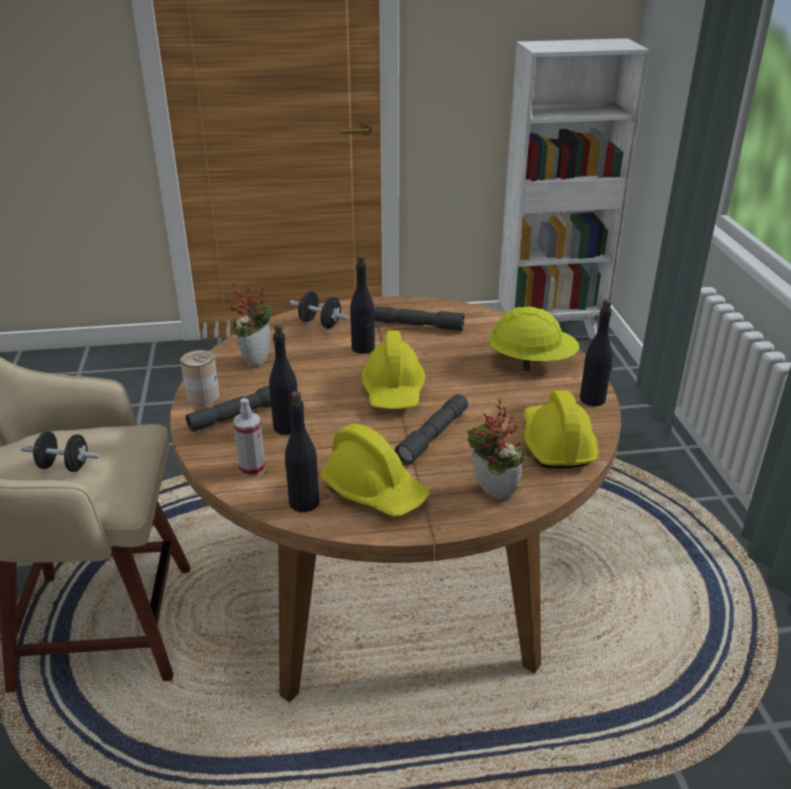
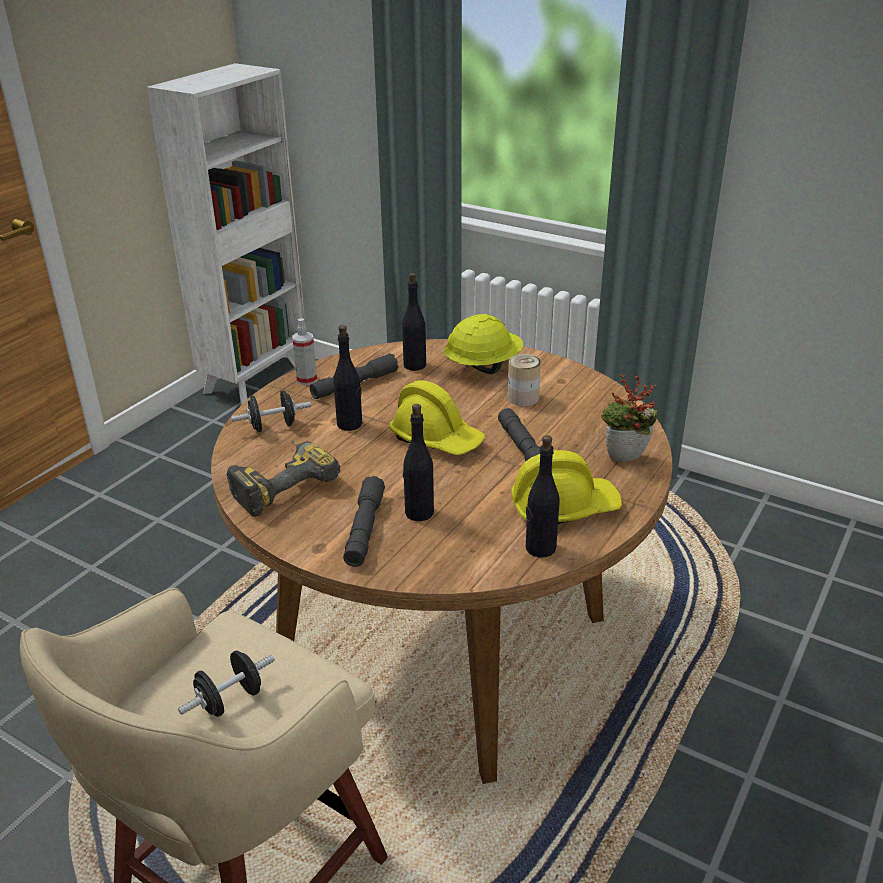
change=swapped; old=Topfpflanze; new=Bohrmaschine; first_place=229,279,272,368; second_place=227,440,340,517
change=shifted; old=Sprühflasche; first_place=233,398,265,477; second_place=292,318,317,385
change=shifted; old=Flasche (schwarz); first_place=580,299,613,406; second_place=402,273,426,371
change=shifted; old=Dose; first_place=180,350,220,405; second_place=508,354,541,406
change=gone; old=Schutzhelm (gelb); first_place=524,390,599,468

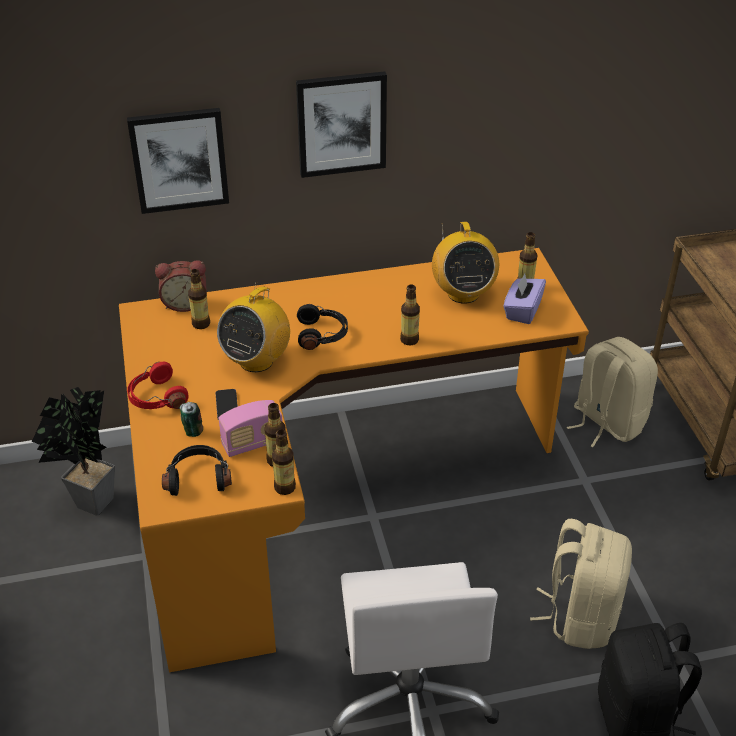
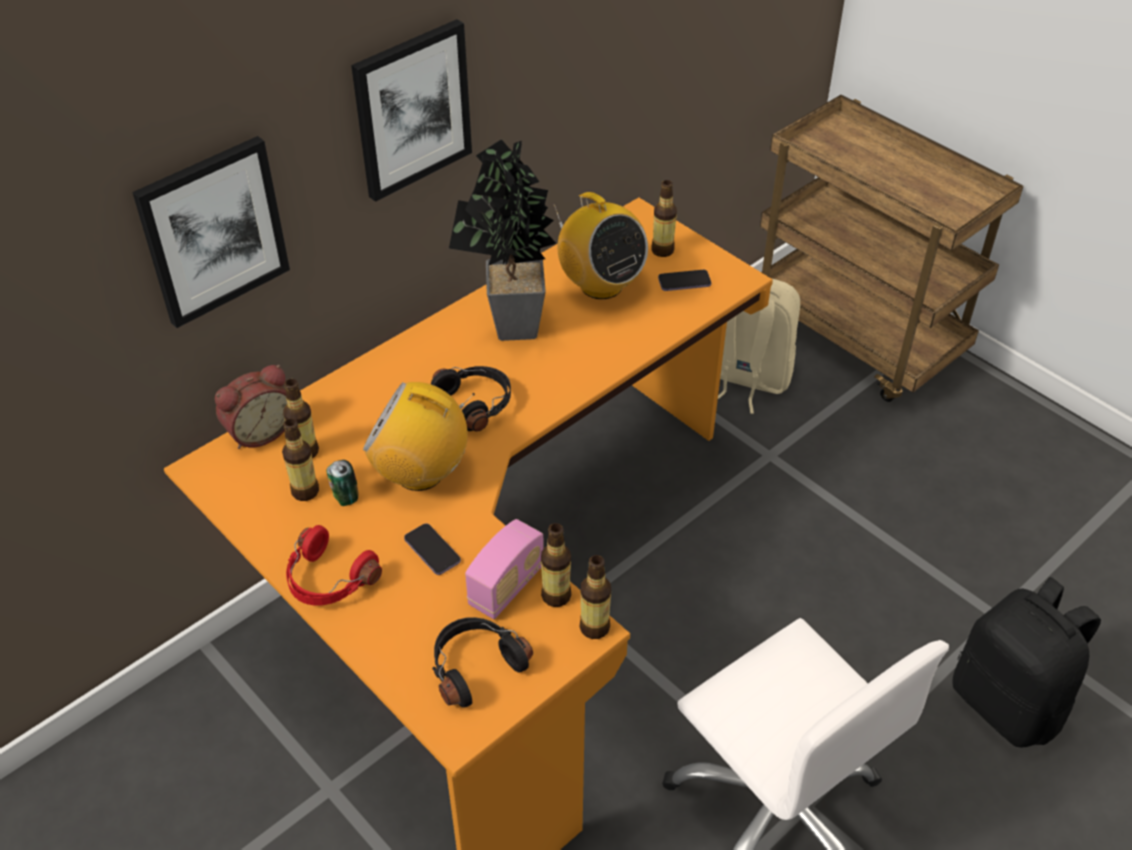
change=shifted; old=Flasche; first_place=400,285,420,345; second_place=282,419,319,501
change=shifted; old=Dose; first_place=180,402,203,437; second_place=326,460,359,506
change=rotated; old=Radio; first_place=217,282,290,372; second_place=363,382,475,491; degrees=105
change=shifted; old=Topfpflanze; first_place=32,387,115,516; second_place=449,140,557,341
change=swapped; old=Taschentuchbox (lila); new=Handy; first_place=503,274,546,324; second_place=658,270,711,291
change=gone; old=Rucksack (beige); first_place=530,519,632,649

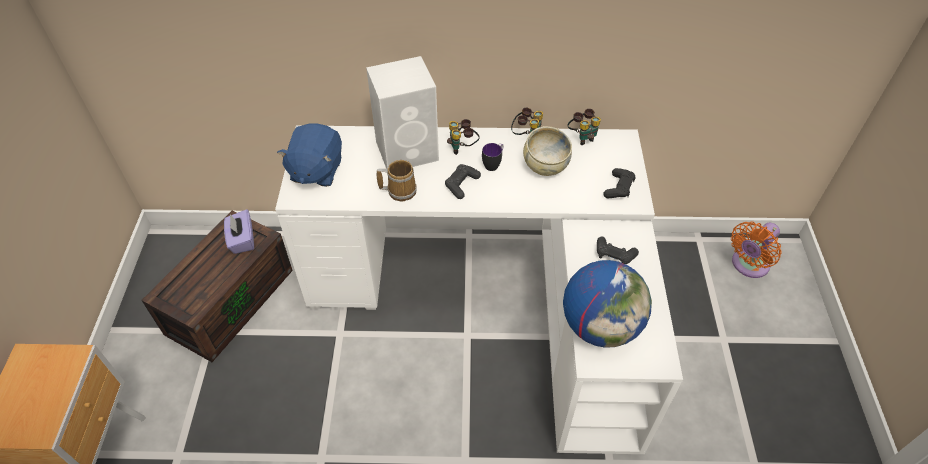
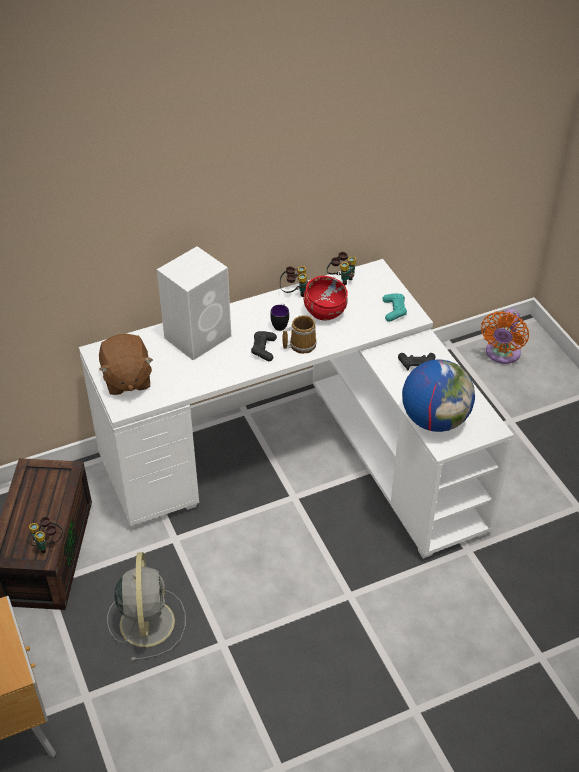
change=shifted; old=Fernglas; first_place=447,119,480,155; second_place=29,517,63,553
change=repainted; old=Plüschtier (blau); new=Plüschtier (braun); first_place=277,123,342,187; second_place=99,334,153,395
change=new; new=Ventilator (grau); second_place=107,552,186,661
change=shifted; old=Henkelbecher; first_place=377,160,417,202; second_place=283,315,317,354
change=repainted; old=Schüssel (beige); new=Schüssel (rot); first_place=523,126,572,176; second_place=304,276,348,321
change=repainted; old=Gamepad (schwarz); new=Gamepad (türkis); first_place=603,168,636,198; second_place=382,293,407,322
change=gone; old=Taschentuchbox (lila); first_place=224,209,254,254

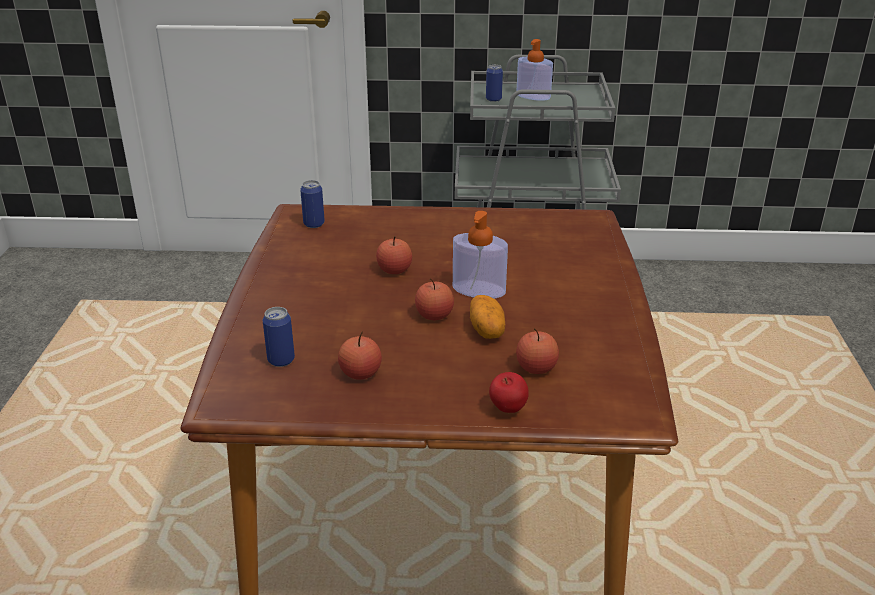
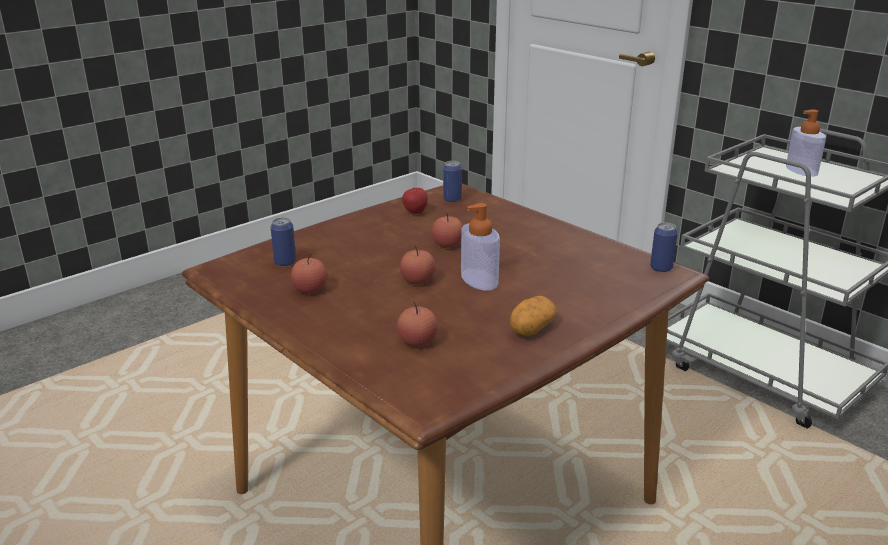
change=shifted; old=Apfel; first_place=489,372,529,413; second_place=402,188,428,214
change=shifted; old=Kartoffel; first_place=470,295,505,339; second_place=510,296,557,336
change=shifted; old=Dose; first_place=486,65,503,102; second_place=650,222,678,272

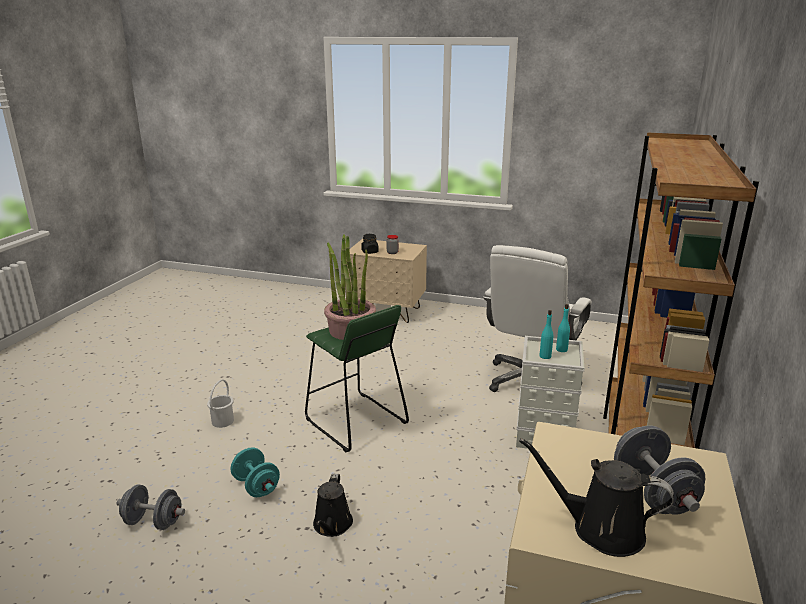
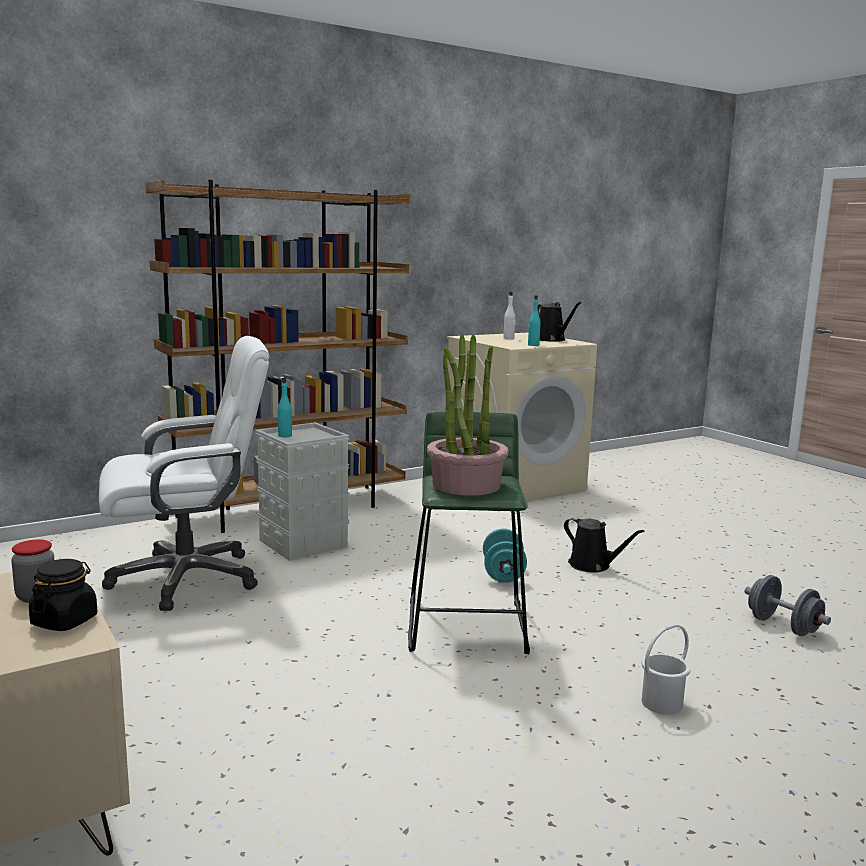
change=shifted; old=Hantel (türkis); first_place=231,447,280,497; second_place=483,529,527,583
change=swapped; old=Hantel (grau); new=Flasche (weiß); first_place=614,426,705,515; second_place=503,291,516,339
change=shifted; old=Flasche (türkis); first_place=539,310,554,359; second_place=528,295,541,346
change=rotated; old=Gießkanne (schwarz); first_place=313,473,353,537; second_place=564,517,644,572; degrees=90

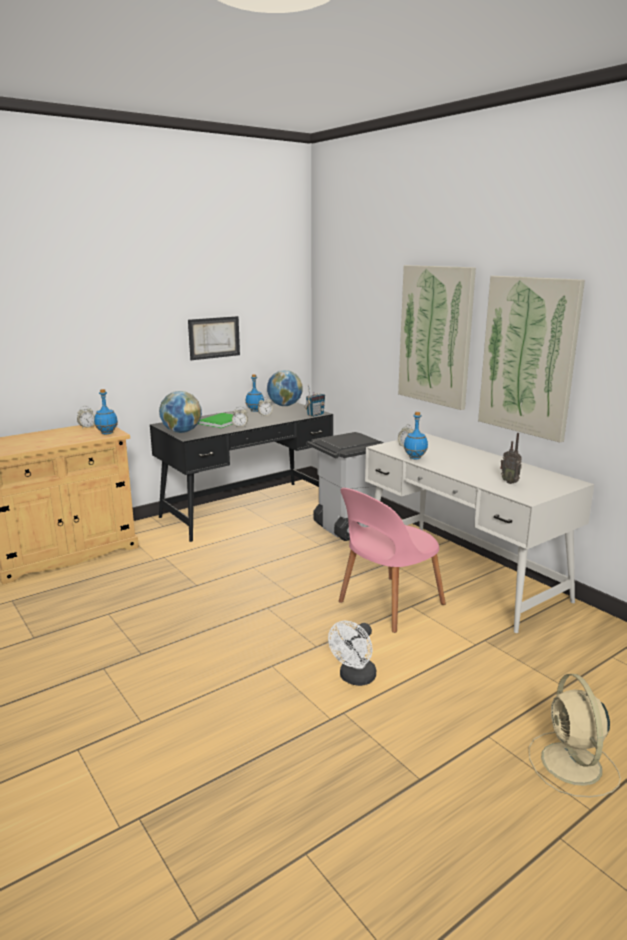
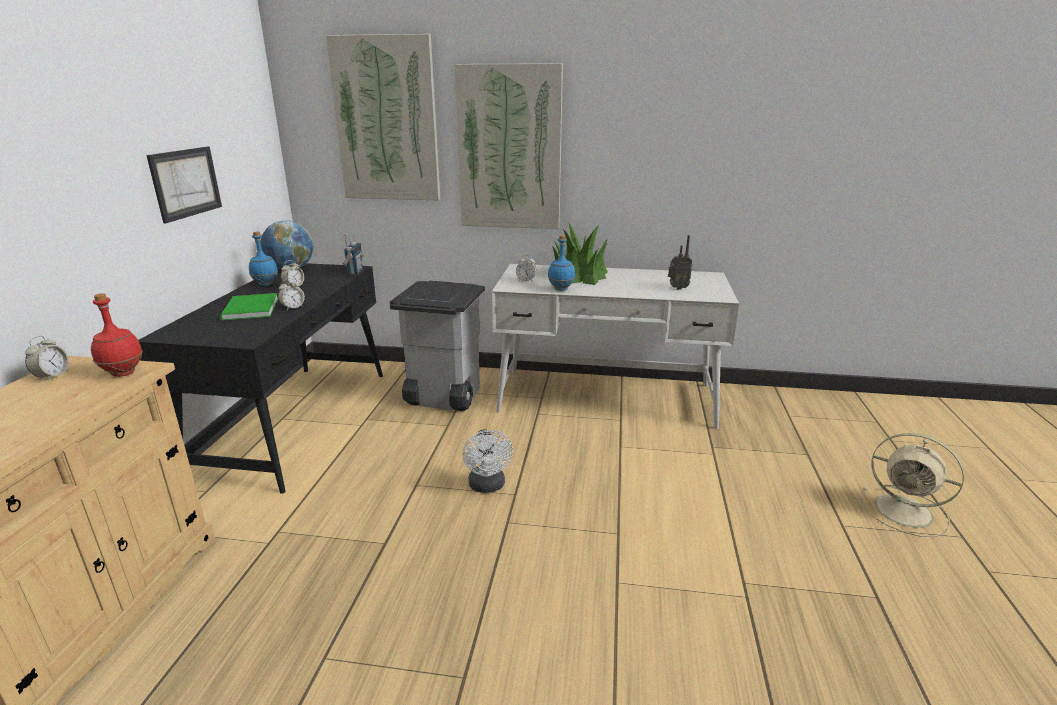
change=repainted; old=Flasche (blau); new=Flasche (rot); first_place=94,389,118,434; second_place=91,293,143,377
change=shifted; old=Bild; first_place=478,276,585,442; second_place=326,34,440,201
change=shifted; old=Ventilator (weiß); first_place=328,621,376,686; second_place=463,429,513,493
change=new; new=Topfpflanze; second_place=552,222,608,285
change=gone; old=Globus; first_place=159,391,202,433
change=gone; old=Stuhl (rosa); first_place=339,488,446,633

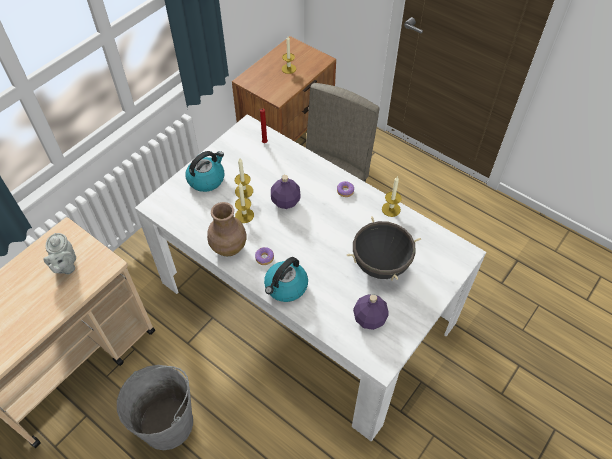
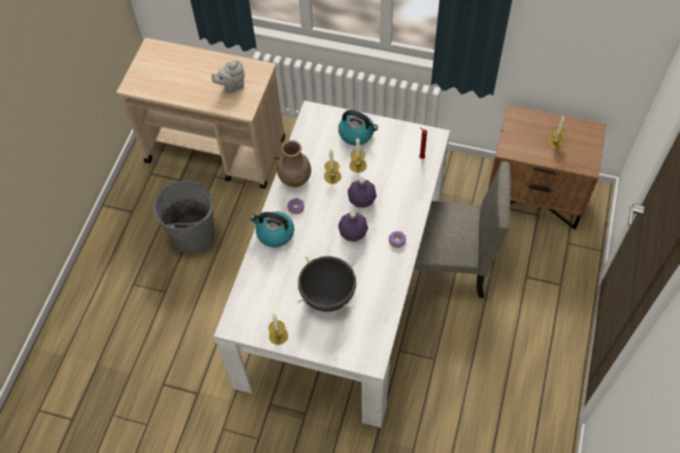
change=shifted; old=Kerze; first_place=382,177,402,217; second_place=268,314,288,345
change=shifted; old=Flasche (lila); first_place=353,294,389,330; second_place=338,211,368,241

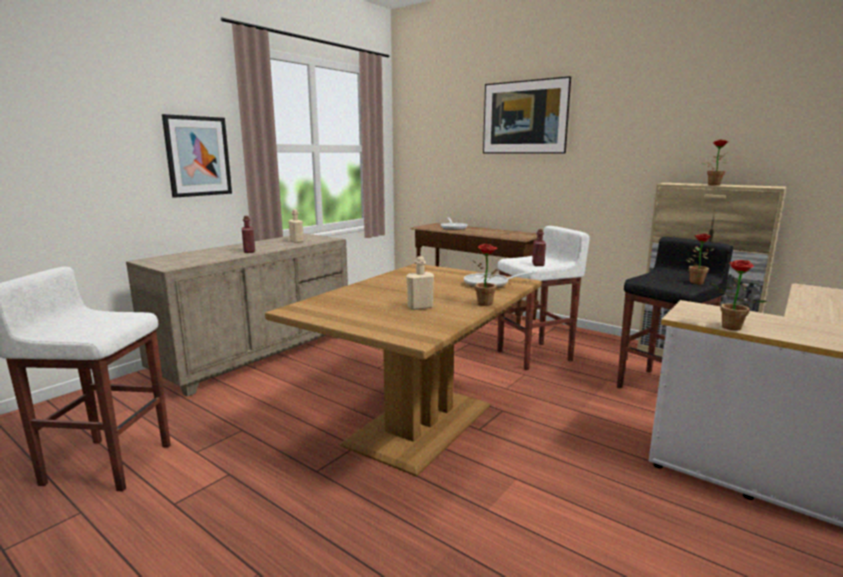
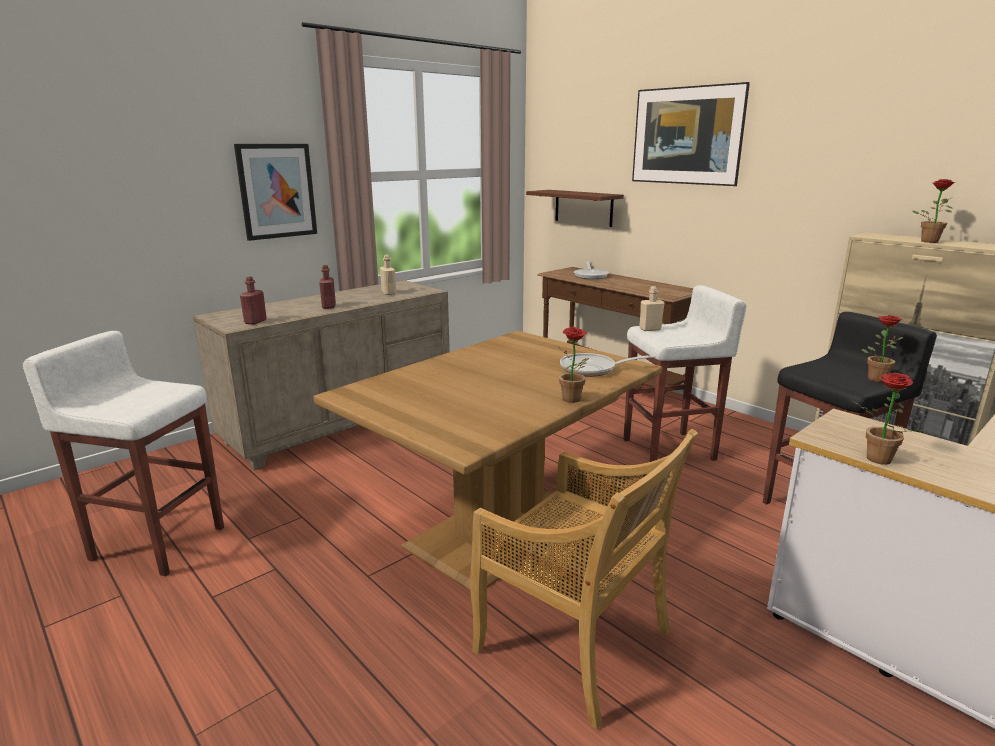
change=shifted; old=Flasche (rot); first_place=532,229,546,266; second_place=240,276,267,325
change=new; new=Stuhl (beige); second_place=470,429,698,730
change=new; new=Wandregal (braun); second_place=526,190,624,227
change=shifted; old=Flasche (beige); first_place=406,256,434,310; second_place=639,286,664,331

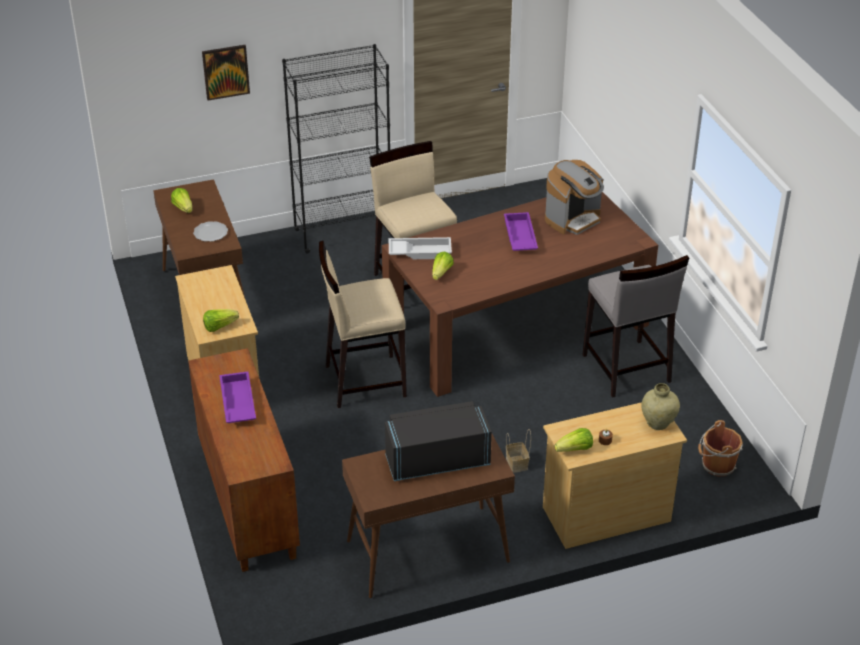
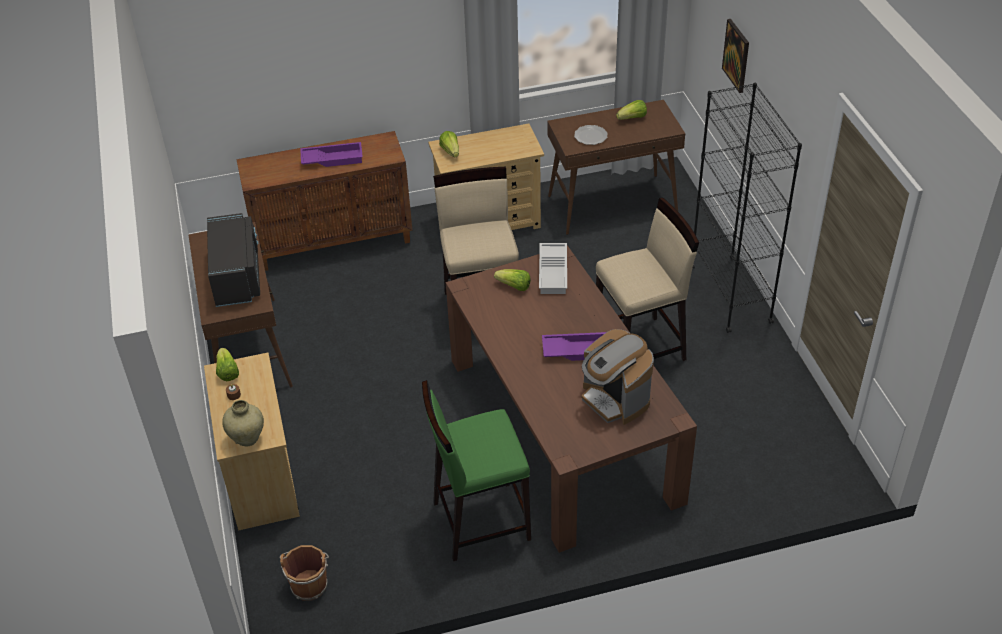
change=repainted; old=Hocker (grau); new=Hocker (grün); first_place=582,255,689,398; second_place=422,380,531,561
change=gone; old=Korb; first_place=506,429,531,473

